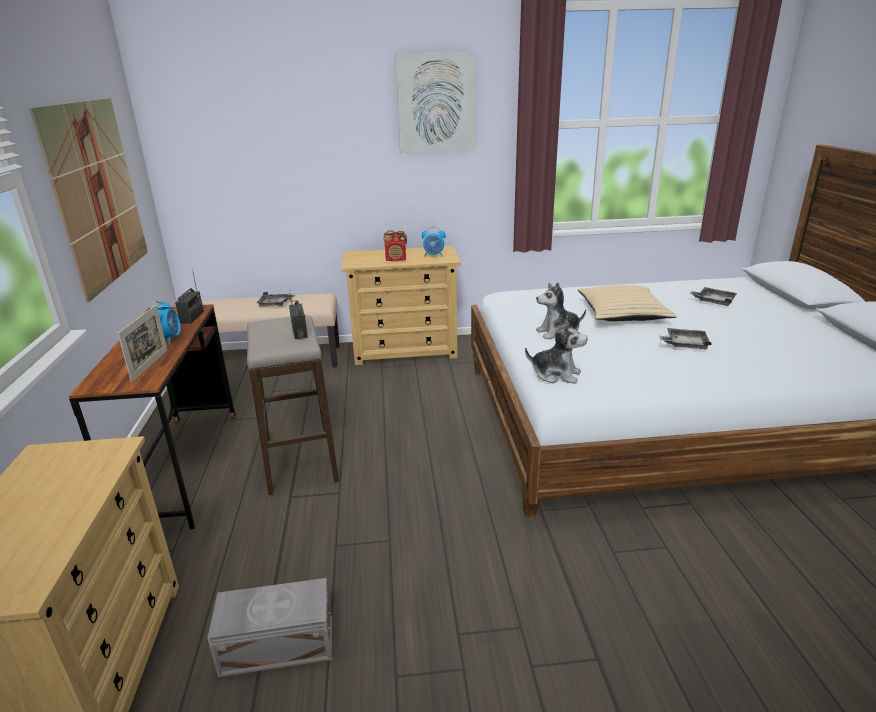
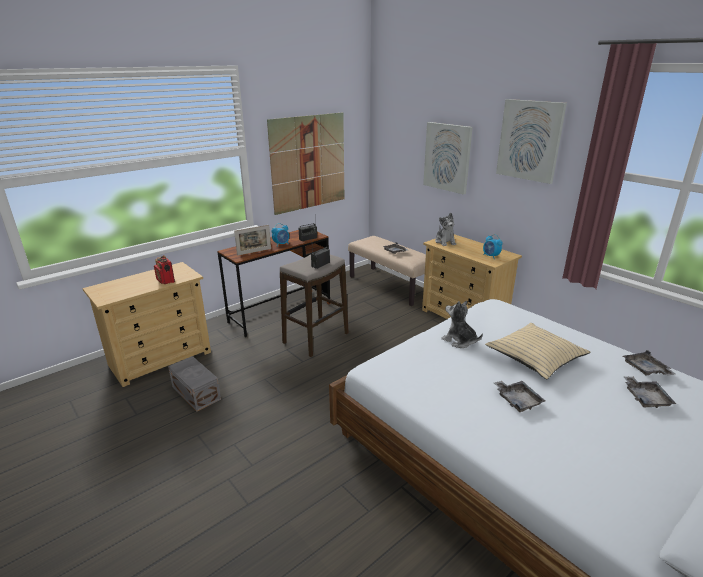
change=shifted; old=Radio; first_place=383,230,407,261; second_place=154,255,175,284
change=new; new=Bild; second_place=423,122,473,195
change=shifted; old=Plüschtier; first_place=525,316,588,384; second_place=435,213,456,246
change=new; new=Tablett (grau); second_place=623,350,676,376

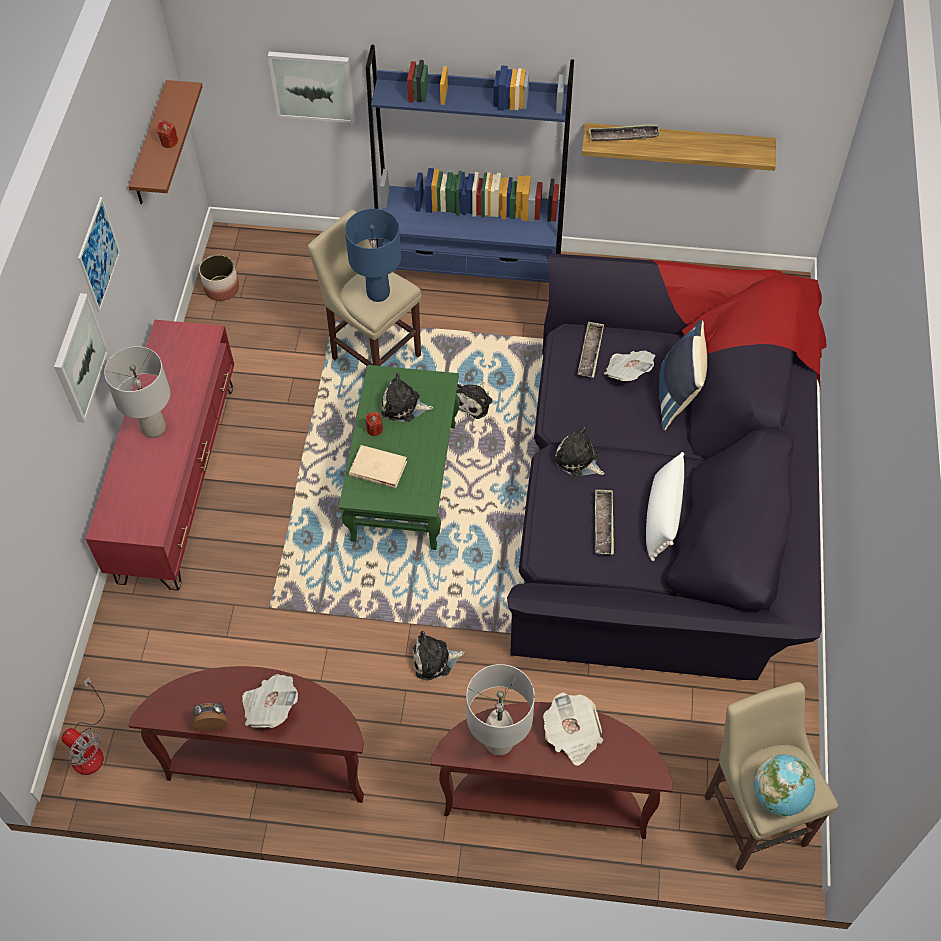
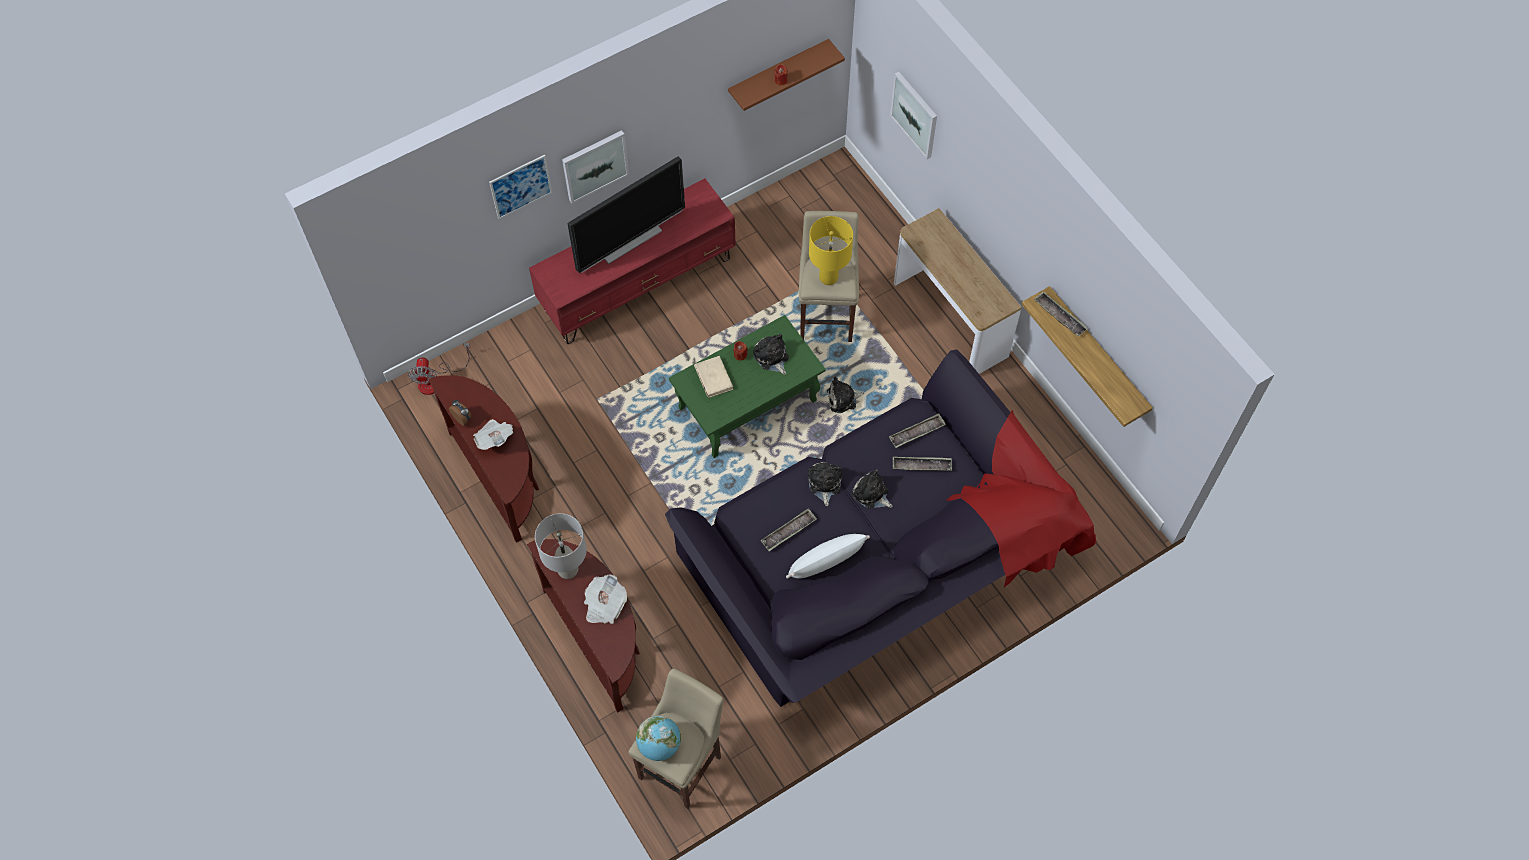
change=shifted; old=Bild; first_place=78,197,120,312; second_place=489,155,552,219
change=swapped; old=Tischlampe (grau); new=Fernseher; first_place=104,346,170,438; second_place=568,156,685,273
change=repainted; old=Tischlampe (blau); new=Tischlampe (gelb); first_place=345,209,401,302; second_place=809,216,853,285
change=shifted; old=Plüschtier; first_place=413,631,465,680; second_place=851,469,893,509
change=swapped; old=Zeitung; new=Tablett; first_place=604,350,655,381; second_place=893,457,952,471
change=swapped; old=Bücherregal (blau); new=Konsolentisch; first_place=366,45,574,283; second_place=894,208,1022,374
change=gone; old=Pflanzkübel; first_place=199,255,239,301
change=gone; old=Kissen (blau); first_place=659,320,707,430

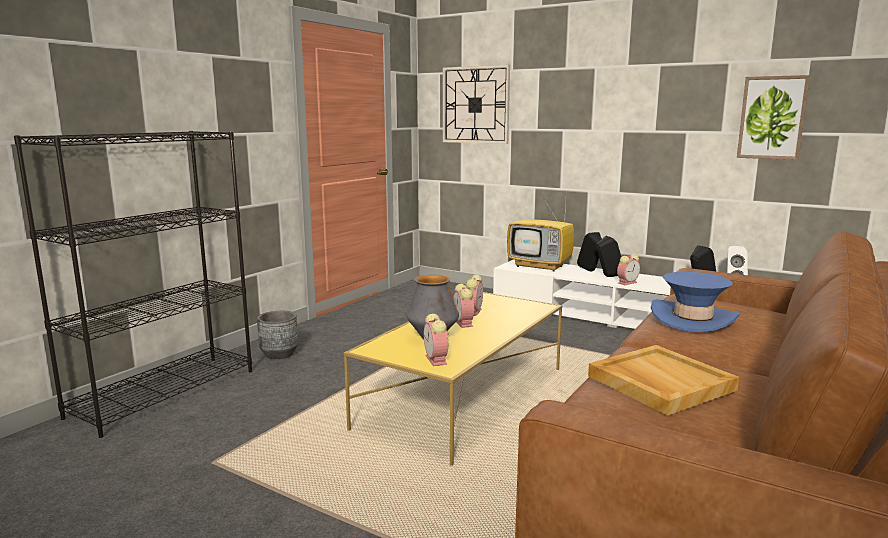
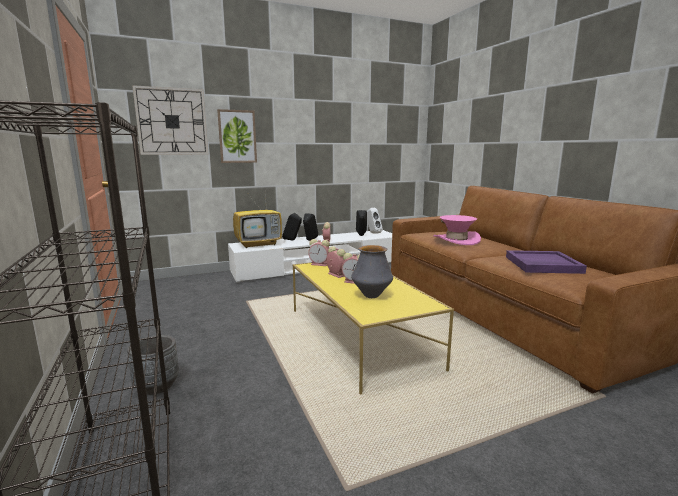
change=shifted; old=Bild; first_place=737,75,810,160; second_place=217,109,257,163
change=shifted; old=Wecker; first_place=424,314,449,366; second_place=308,239,330,266
change=repainted; old=Hut (blau); new=Hut (rosa); first_place=651,272,739,332; second_place=433,215,481,245
change=repainted; old=Tablett (beige); new=Tablett (lila); first_place=588,345,739,415; second_place=506,250,587,274

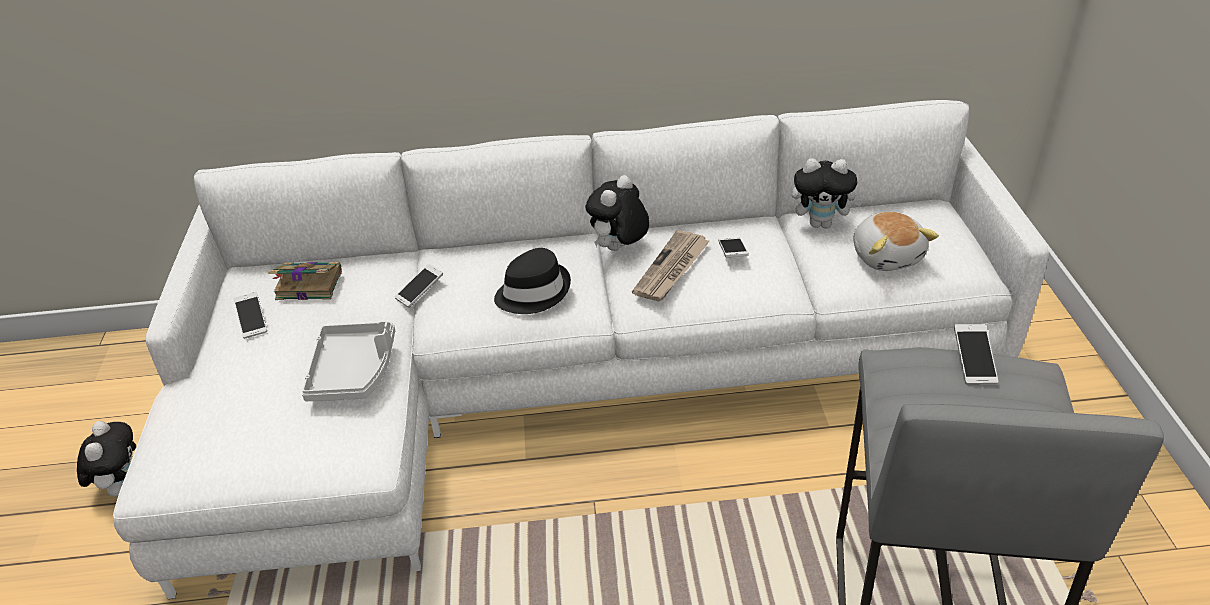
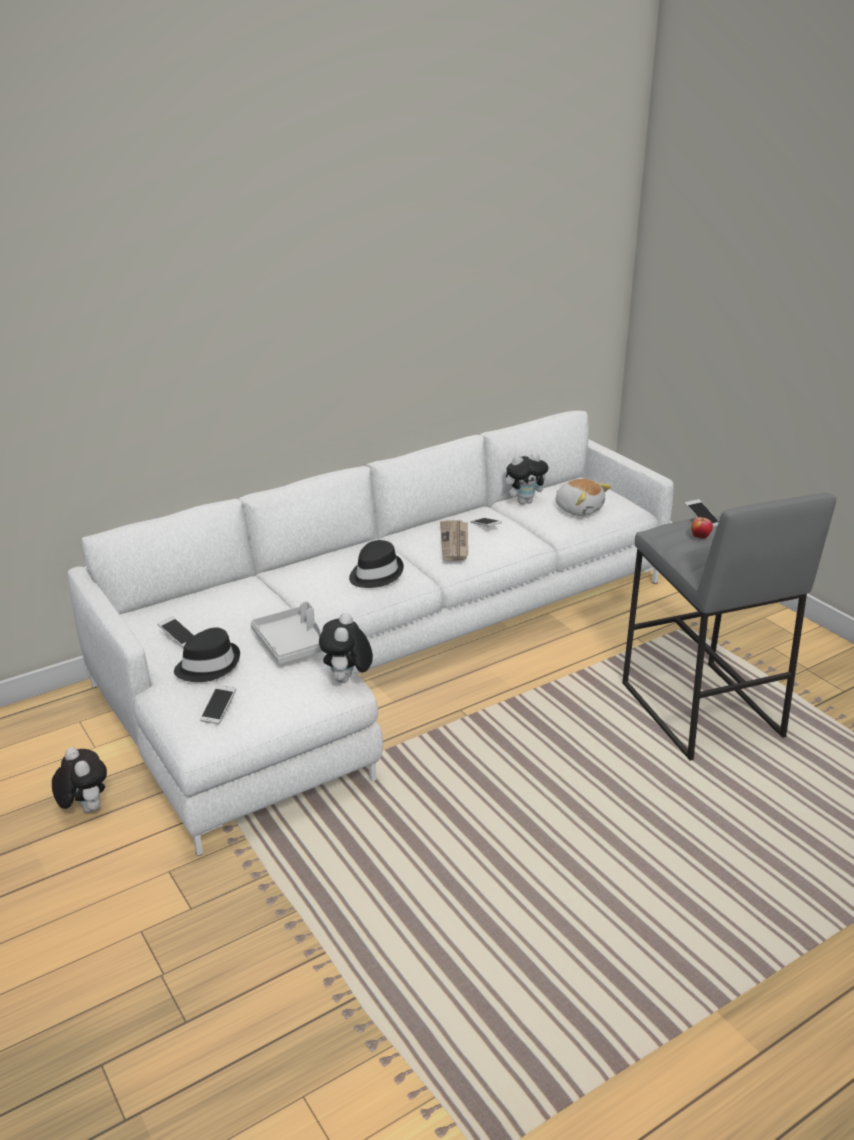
change=new; new=Hut (schwarz); second_place=174,627,240,682
change=shifted; old=Handy; first_place=395,264,443,308; second_place=200,684,236,725
change=shifted; old=Plüschtier; first_place=585,175,649,251; second_place=319,613,373,683
change=new; new=Apfel; second_place=691,517,713,539
change=gone; old=Buch; first_place=268,262,342,300

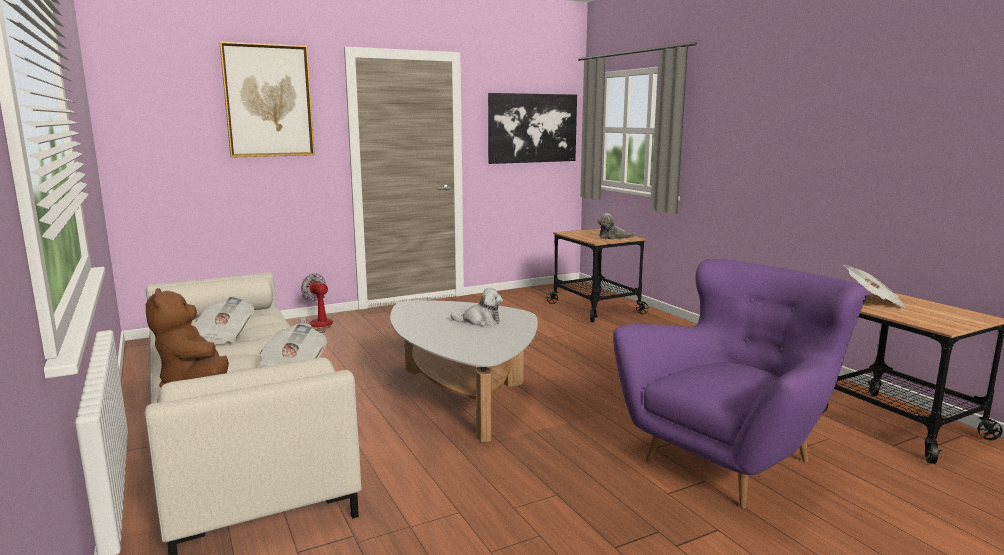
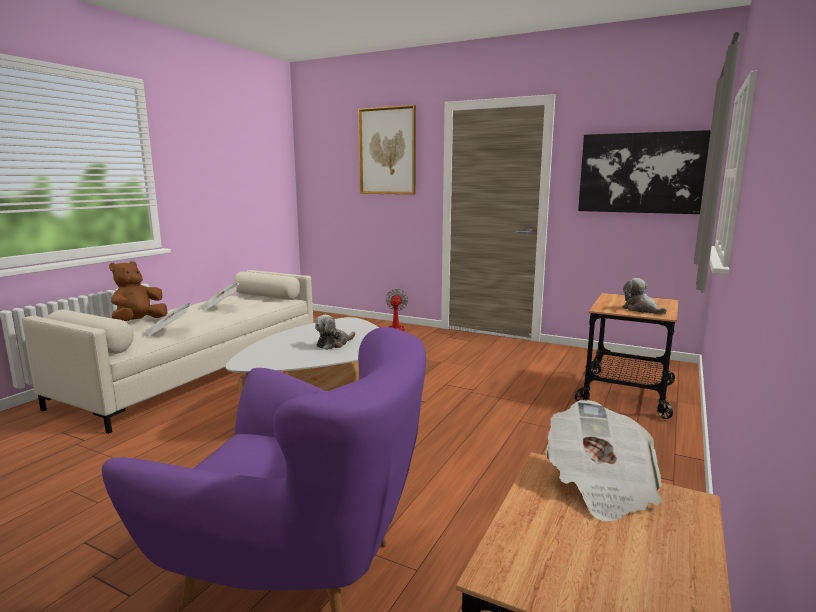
change=rotated; old=Plüschtier; first_place=451,288,503,326; second_place=315,315,355,350; degrees=75

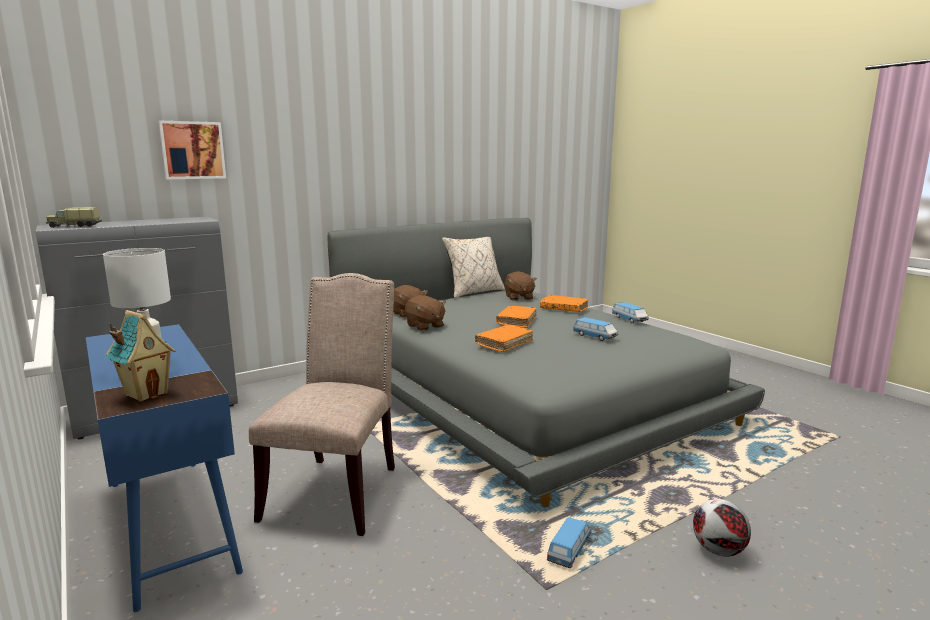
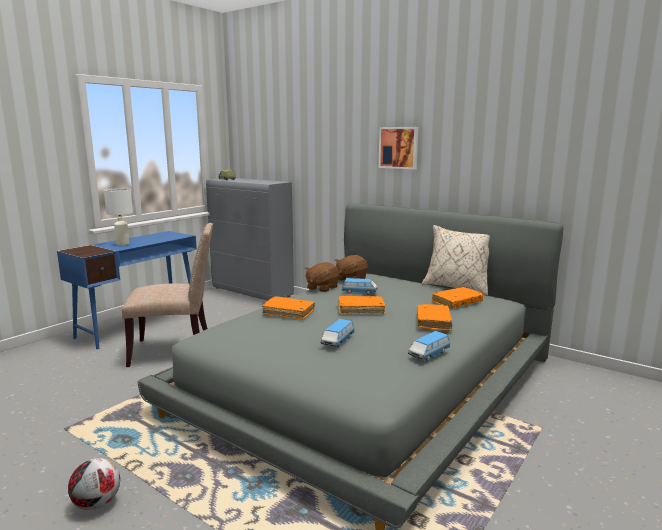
change=shifted; old=Spielzeugauto; first_place=547,517,591,568; second_place=342,278,377,295
change=shifted; old=Bild; first_place=158,120,226,179; second_place=379,127,418,169
change=swapped; old=Plüschtier (braun); new=Buch (orange); first_place=505,271,537,301; second_place=432,287,483,308
change=gone; old=Spielzeughaus; first_place=106,310,175,402

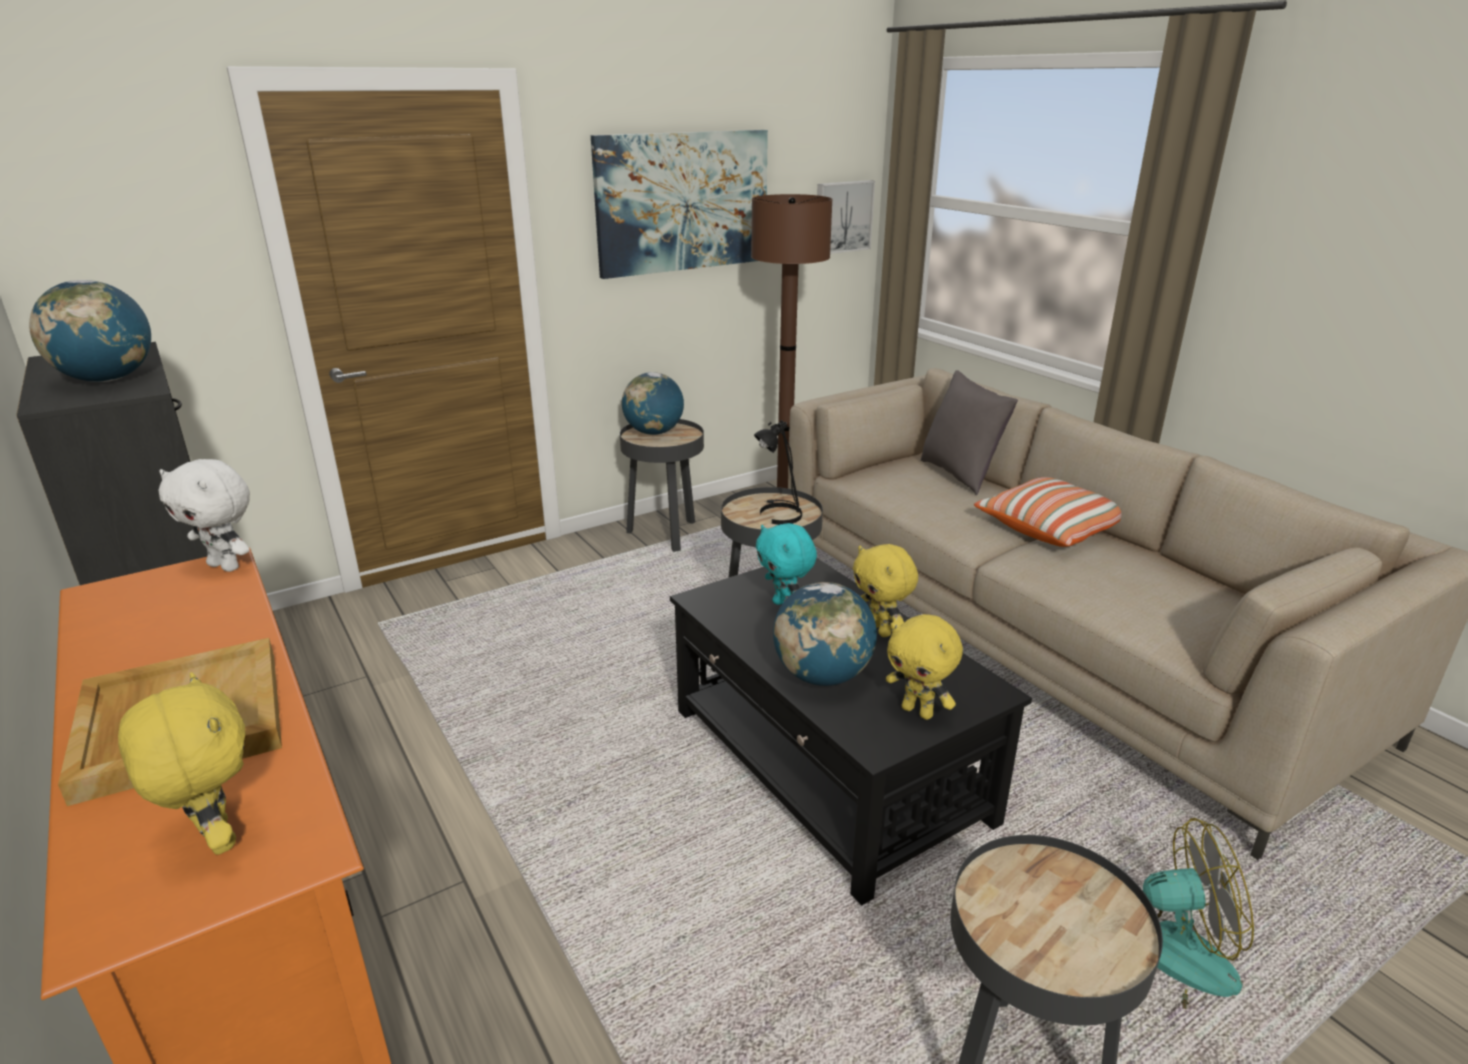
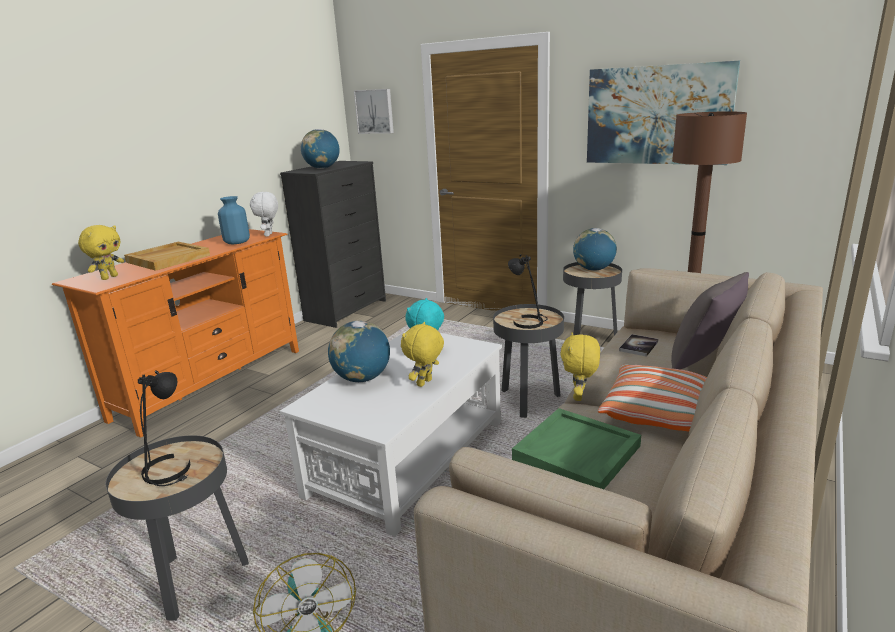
change=new; new=Tischlampe (schwarz); second_place=138,370,190,486
change=new; new=Vase (blau); second_place=218,196,250,244
change=repainted; old=Couchtisch (schwarz); new=Couchtisch (weiß); first_place=670,558,1032,905; second_place=280,329,502,537
change=shifted; old=Bild; first_place=817,180,875,254; second_place=354,89,394,134
change=new; new=Tablett (grün); second_place=512,408,641,489
change=shifted; old=Plüschtier (gelb); first_place=886,614,963,720; second_place=560,332,600,401
change=new; new=Buch; second_place=619,334,658,357

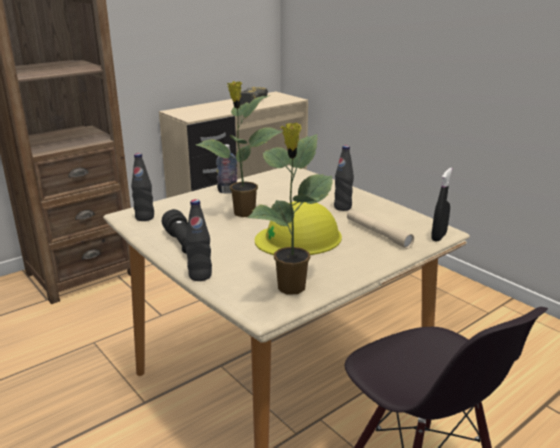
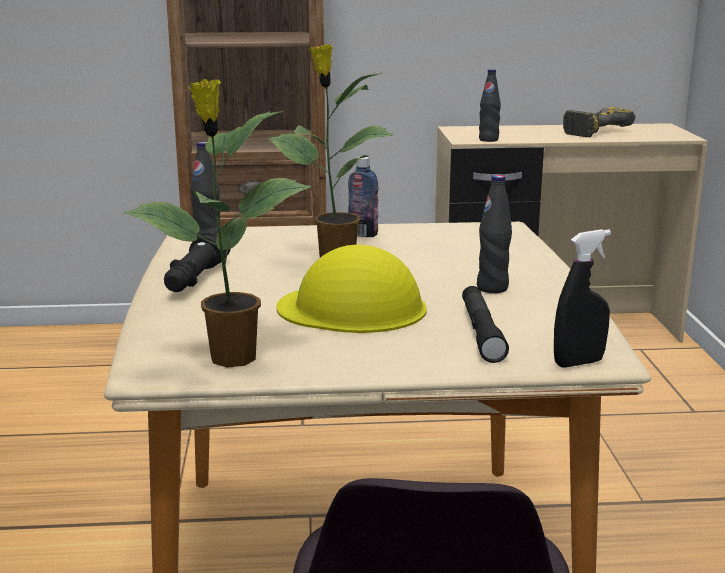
change=repainted; old=Taschenlampe (beige); new=Taschenlampe (schwarz); first_place=347,210,414,249; second_place=462,286,509,363
change=shifted; old=Flasche (schwarz); first_place=185,199,212,281; second_place=479,69,501,142

